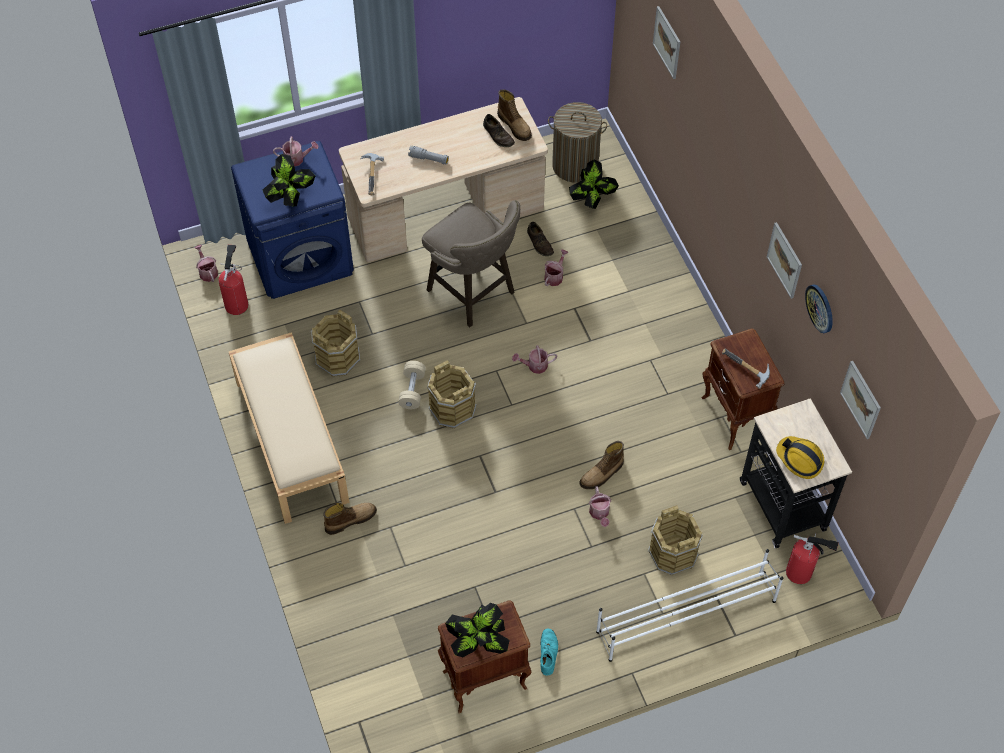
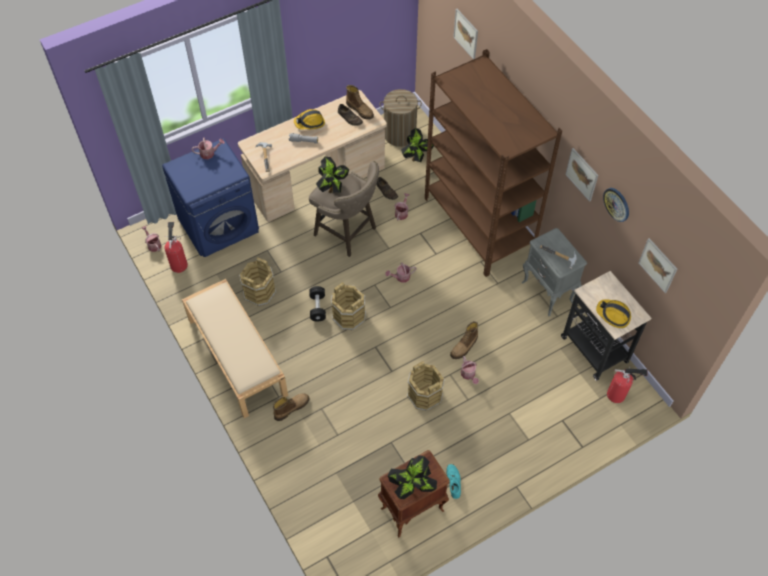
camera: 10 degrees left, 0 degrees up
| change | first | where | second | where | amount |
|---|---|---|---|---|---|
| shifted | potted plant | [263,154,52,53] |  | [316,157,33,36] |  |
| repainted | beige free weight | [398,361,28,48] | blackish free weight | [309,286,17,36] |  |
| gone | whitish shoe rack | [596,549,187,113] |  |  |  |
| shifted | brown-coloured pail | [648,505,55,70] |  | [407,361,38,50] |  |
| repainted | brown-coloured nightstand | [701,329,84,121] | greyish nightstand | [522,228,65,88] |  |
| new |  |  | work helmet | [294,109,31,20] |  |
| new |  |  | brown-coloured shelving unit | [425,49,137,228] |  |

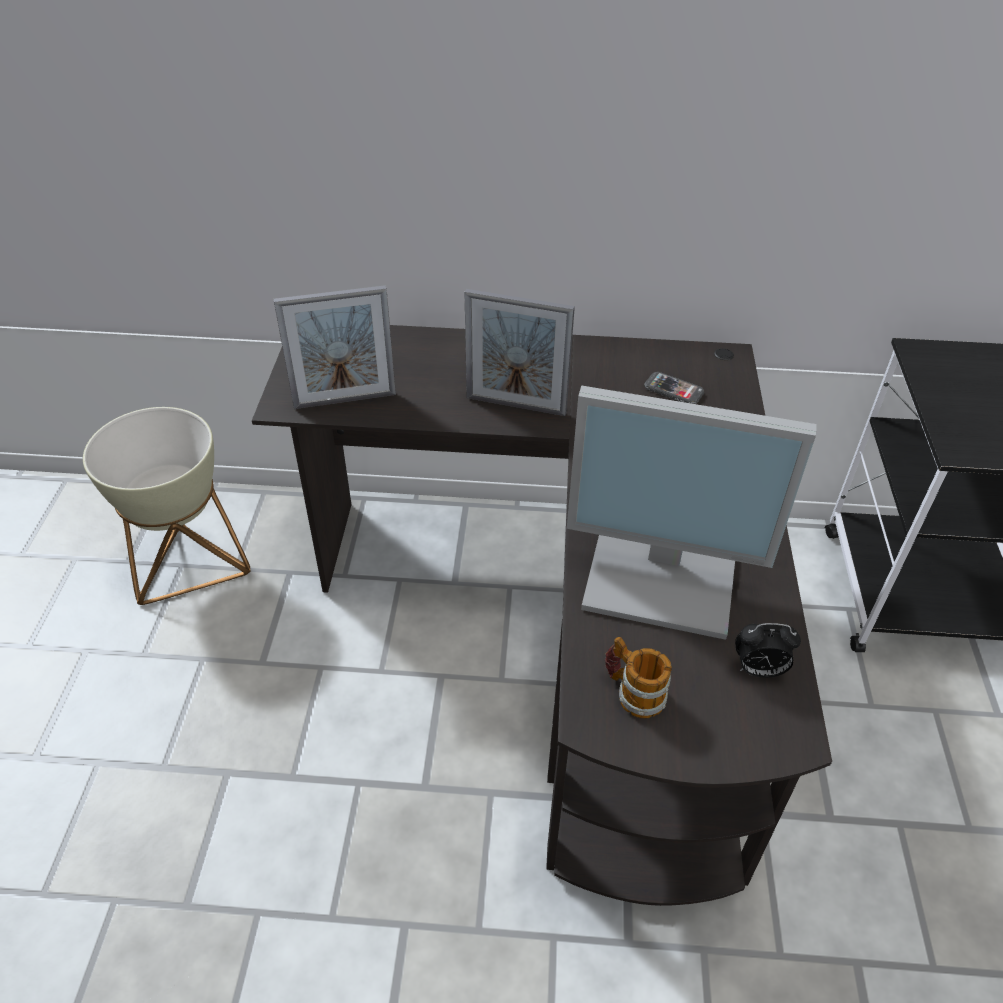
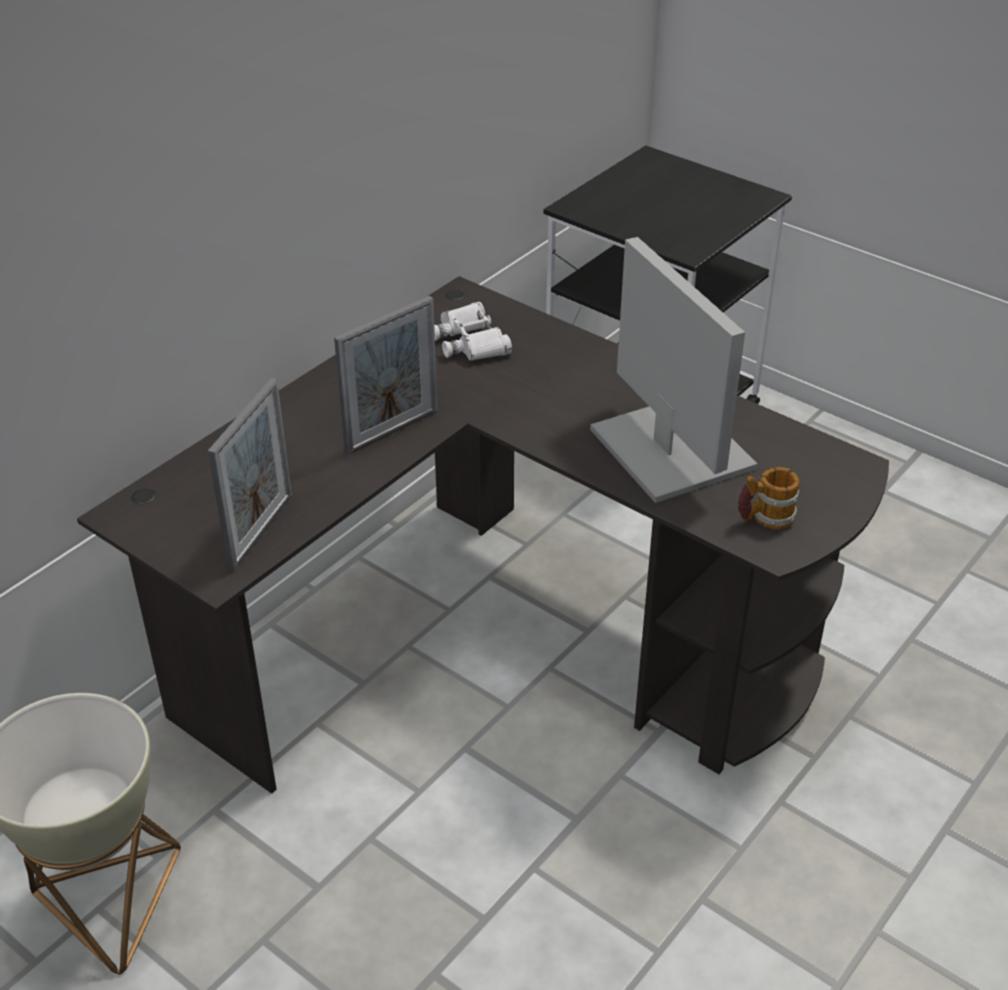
camera: 55 degrees left, 5 degrees down
| change | first | where | second | where | amount |
|---|---|---|---|---|---|
| rotated | computer display | [567,385,250,255] |  | [590,237,167,266] | 75 degrees counterclockwise |
| swapped | handset | [644,372,60,32] | whitish binoculars | [434,302,78,59] |  |
| gone | bedside clock | [735,623,66,55] |  |  |  |

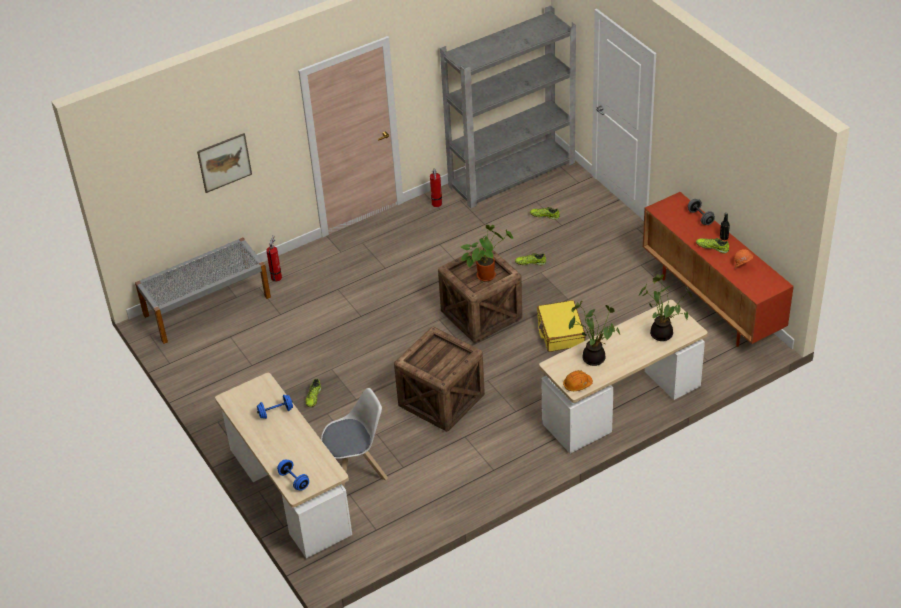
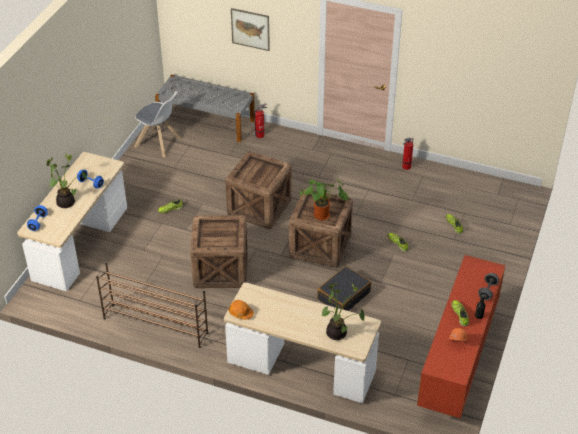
camera: 50 degrees right, 0 degrees up
| change | first | where | second | where | amount |
|---|---|---|---|---|---|
| shifted | chair | [321,388,67,100] |  | [134,91,48,67] |  |
| gone | greyish shelving unit | [440,6,136,202] |  |  |  |
| repainted | yellow suitcase | [537,300,49,52] | blackish suitcase | [317,266,54,45] |  |
| shifted | potted plant | [569,301,51,65] |  | [47,153,40,55] |  |
| new |  |  | brown-coloured shoe rack | [96,263,112,85] |  |
| new |  |  | shipping crate | [225,151,67,78] |  |

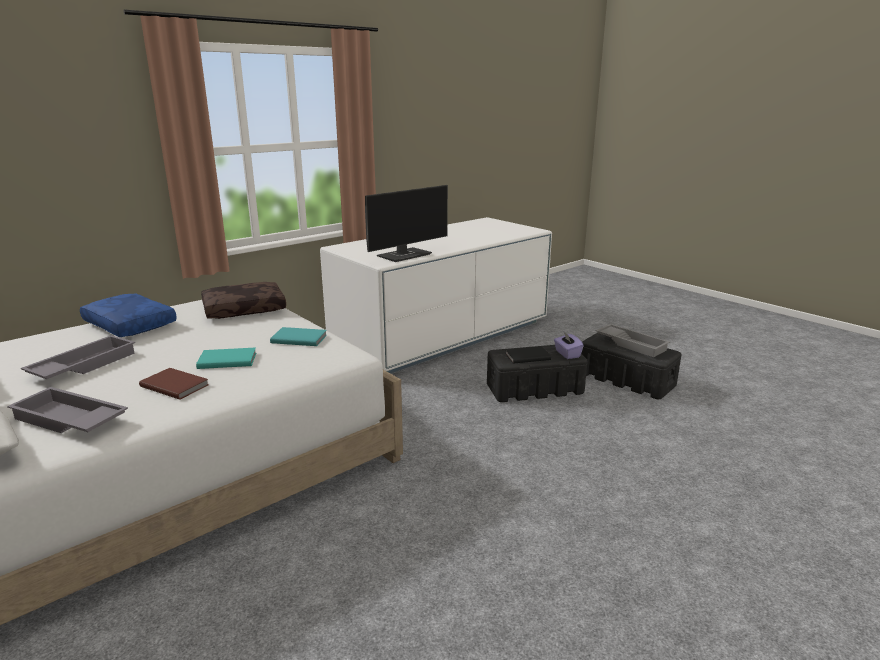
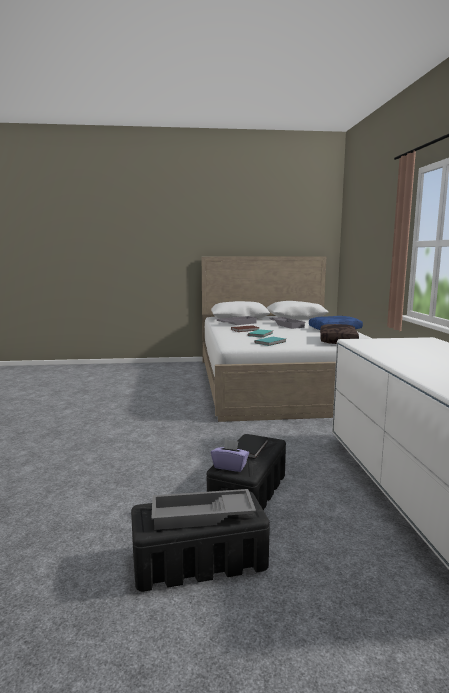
camera: 125 degrees right, 10 degrees down
| change | first | where | second | where | amount |
|---|---|---|---|---|---|
| gone | computer display | [365,185,83,77] |  |  |  |

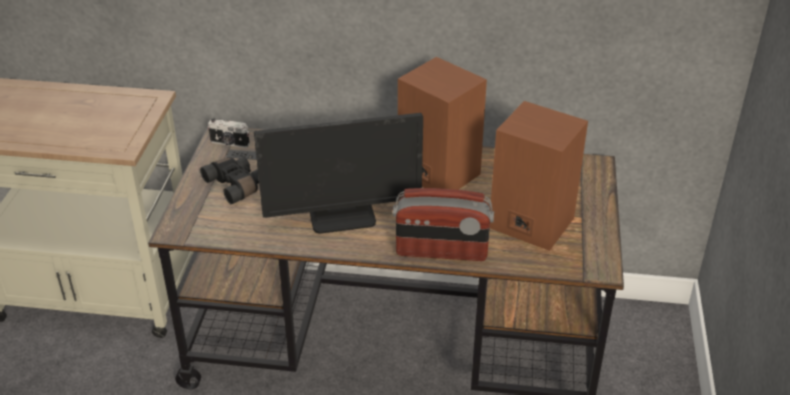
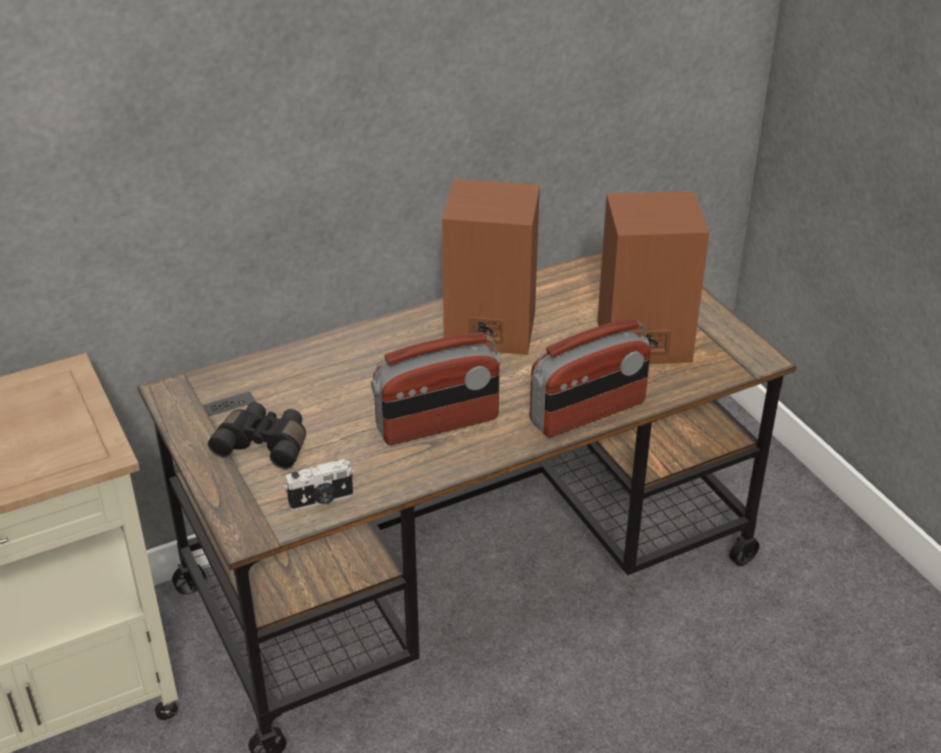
camera: 35 degrees left, 0 degrees up
| change | first | where | second | where | amount |
|---|---|---|---|---|---|
| shifted | still camera | [208,118,42,30] |  | [284,459,70,52] |  |
| swapped | computer display | [254,113,169,121] | radio | [371,332,130,113] |  |

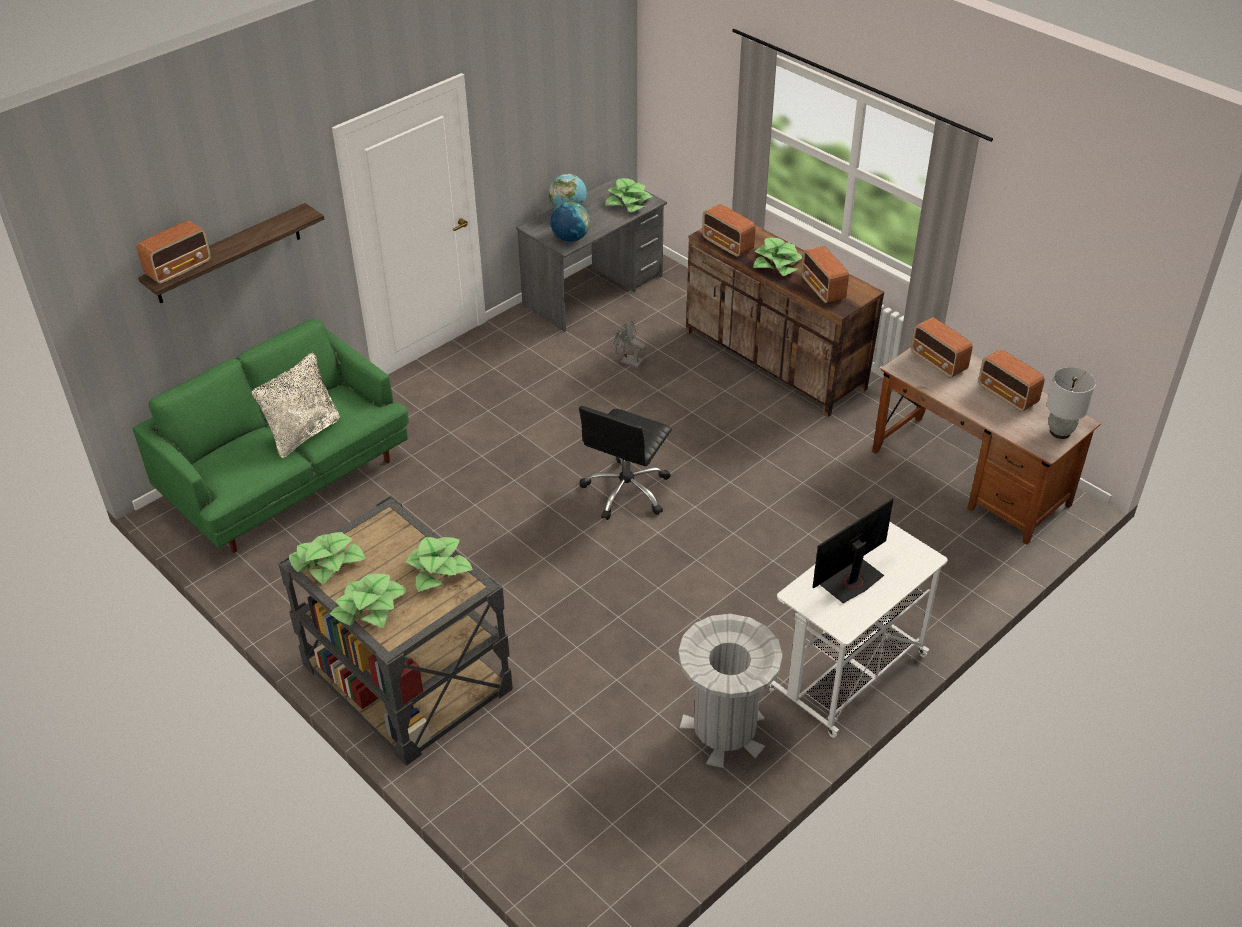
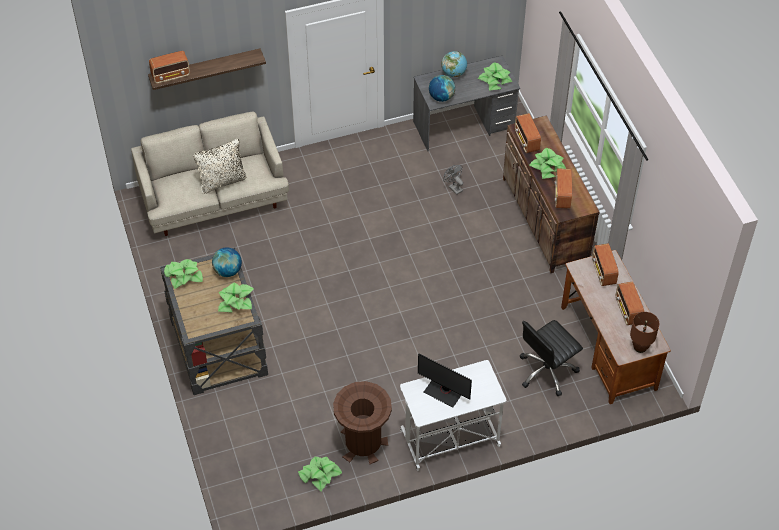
camera: 25 degrees right, 10 degrees up
| change | first | where | second | where | amount |
|---|---|---|---|---|---|
| repainted | green settee | [133,319,276,234] | beige settee | [131,112,158,124] |  |
| shifted | potted plant | [329,574,78,54] |  | [298,457,44,34] |  |
| shifted | blackish office chair | [579,406,93,114] |  | [520,320,63,76] |  |
| repainted | greyish rubbish bin | [678,614,105,154] | brown-coloured rubbish bin | [333,381,59,83] |  |
| rotated | computer display | [812,498,82,105] |  | [418,353,54,54] | 135 degrees counterclockwise |
| repainted | whitish lamp for a table | [1047,367,49,72] | brown-coloured lamp for a table | [630,312,29,41] |  |
| new |  |  | desk globe | [212,248,30,29] |  |

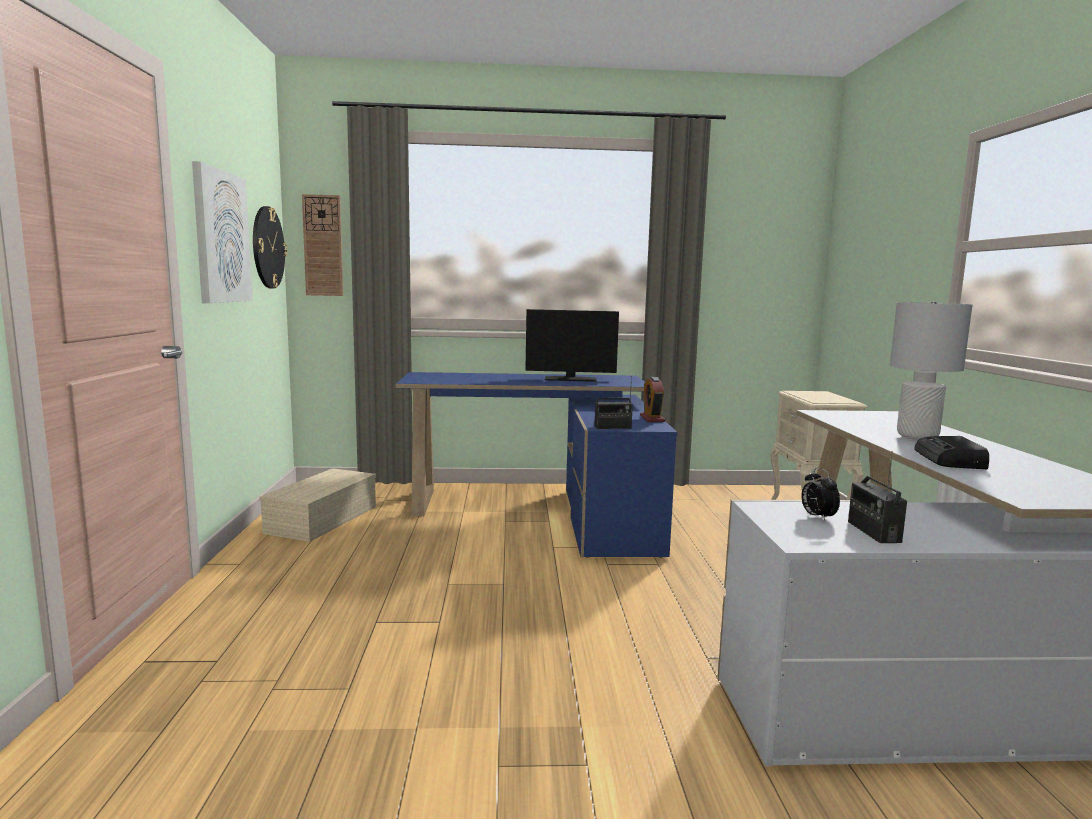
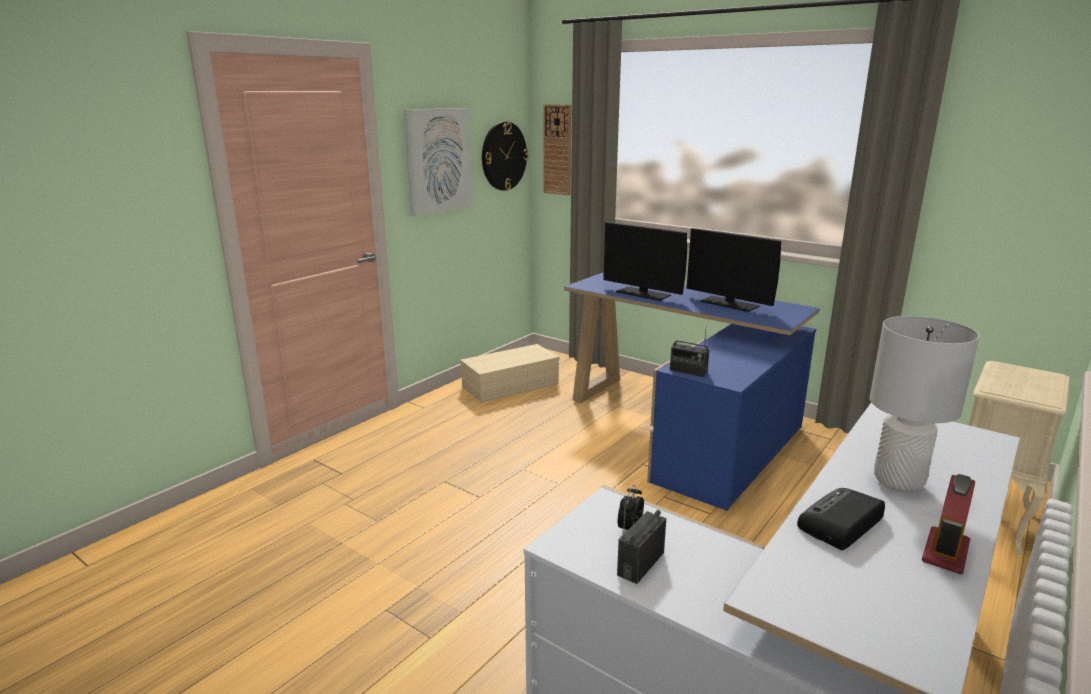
camera: 40 degrees right, 10 degrees up
| change | first | where | second | where | amount |
|---|---|---|---|---|---|
| shifted | bedside clock | [640,377,25,45] |  | [922,474,53,100] |  |
| new |  |  | computer display | [603,222,84,79] |  |

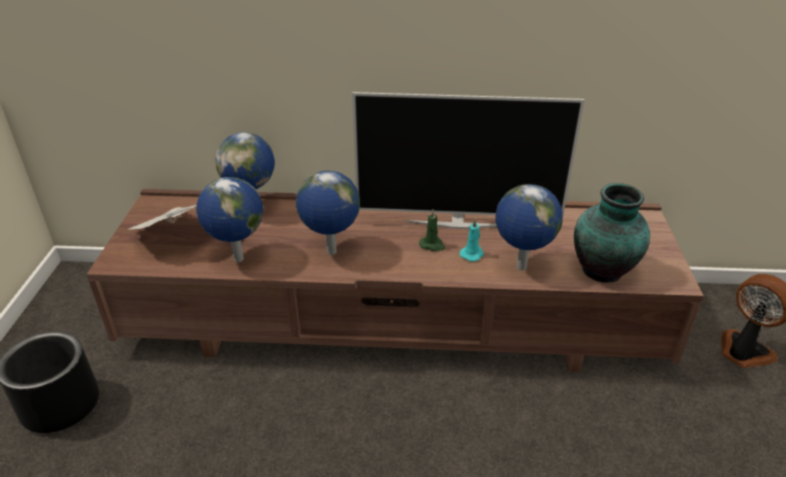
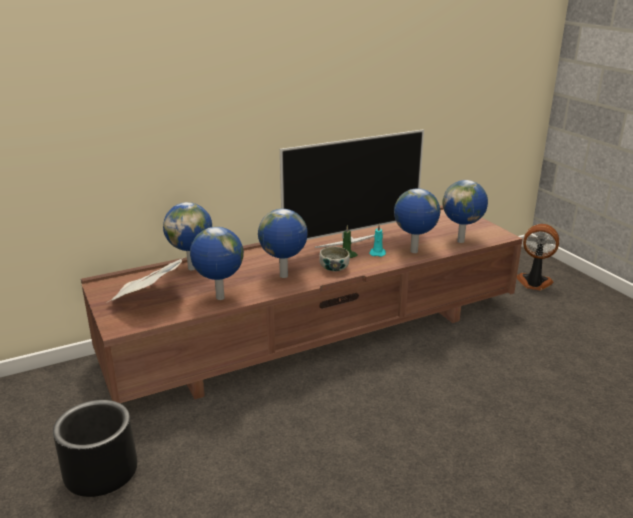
camera: 30 degrees left, 10 degrees down
| change | first | where | second | where | amount |
|---|---|---|---|---|---|
| swapped | decorative vase | [574,183,76,100] | desk globe | [443,180,45,63] |  |
| new |  |  | deep dish | [319,246,31,25] |  |

